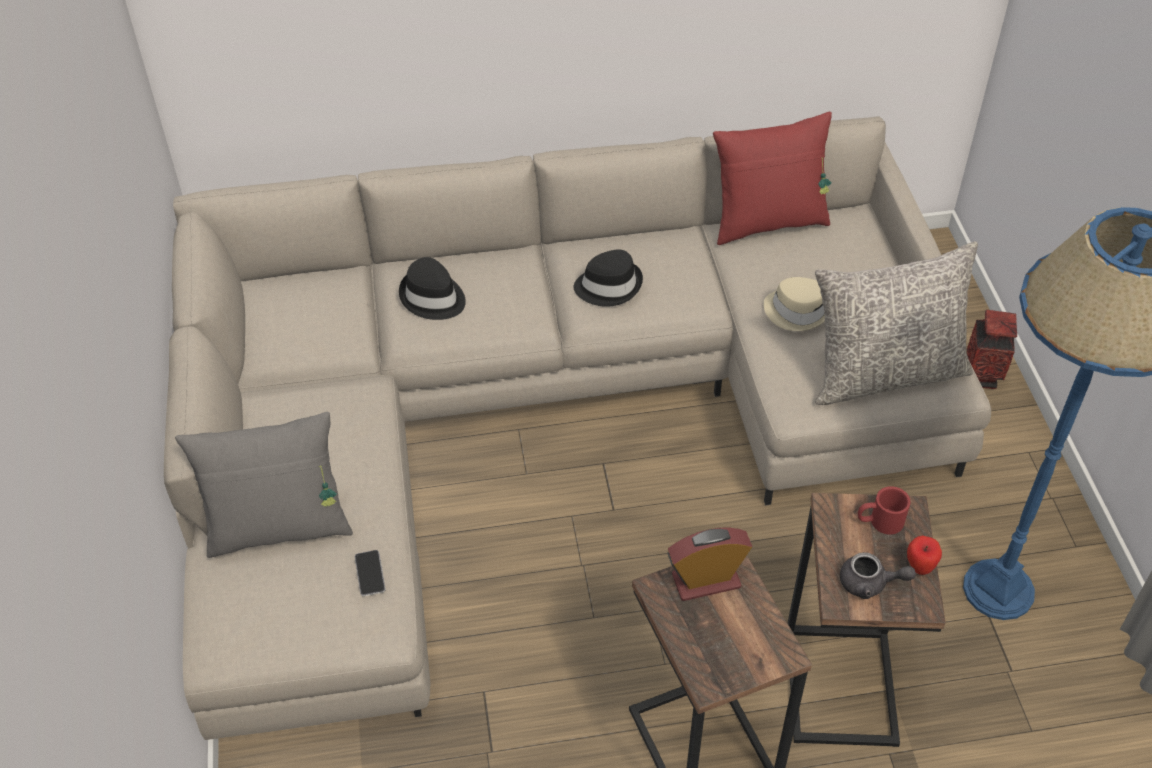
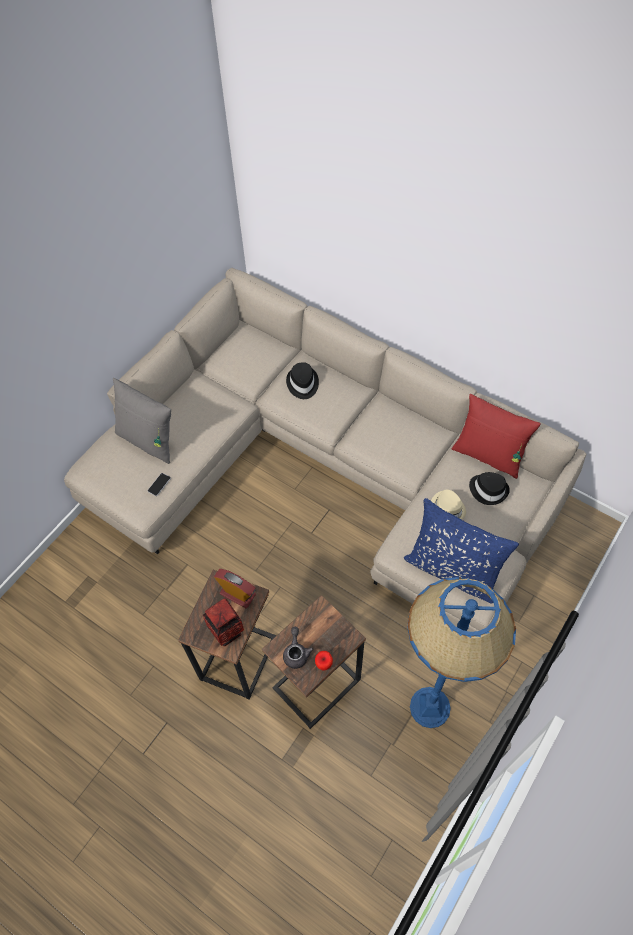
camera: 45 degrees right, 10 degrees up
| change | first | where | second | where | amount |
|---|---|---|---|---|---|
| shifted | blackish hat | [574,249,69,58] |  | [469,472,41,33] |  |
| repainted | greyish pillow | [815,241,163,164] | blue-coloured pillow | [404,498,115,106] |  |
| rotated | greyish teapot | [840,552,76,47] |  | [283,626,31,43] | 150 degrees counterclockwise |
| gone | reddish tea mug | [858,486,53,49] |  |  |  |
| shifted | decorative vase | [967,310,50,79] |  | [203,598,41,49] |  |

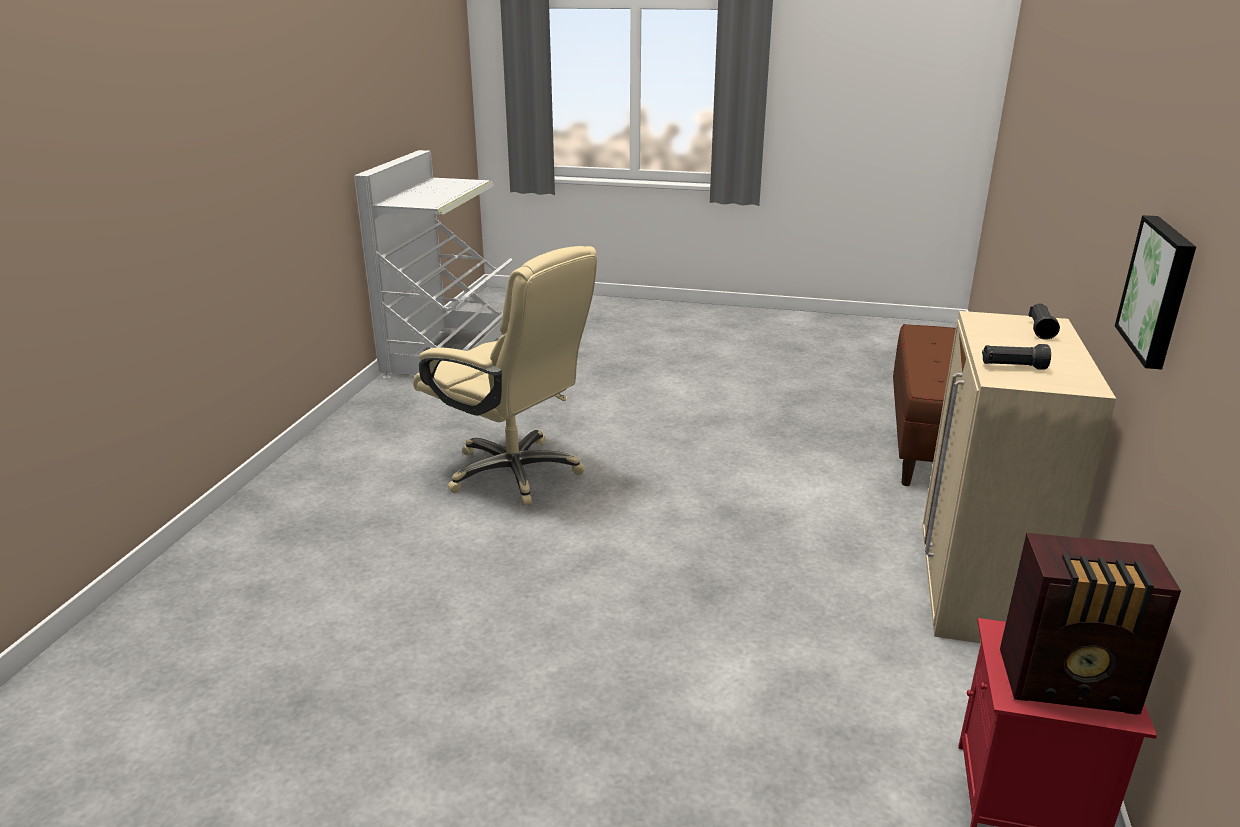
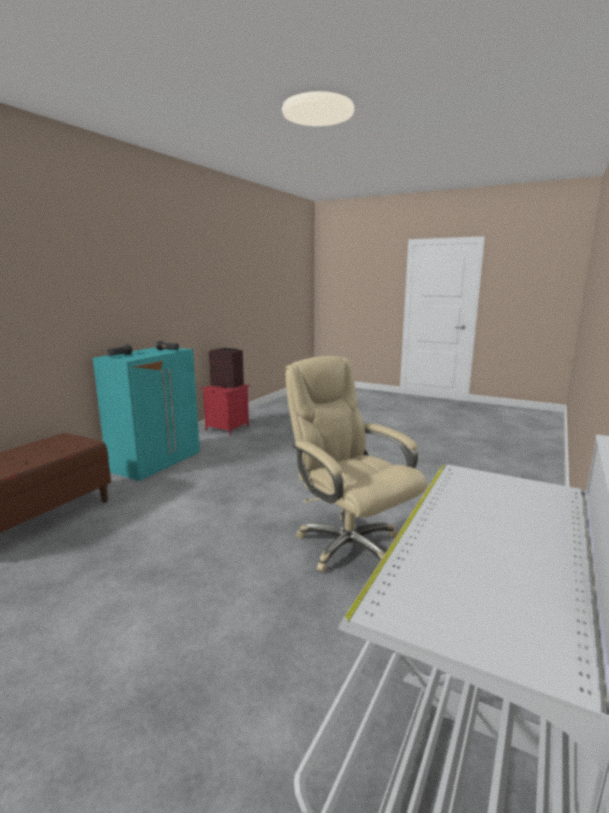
camera: 165 degrees left, 10 degrees down
| change | first | where | second | where | amount |
|---|---|---|---|---|---|
| repainted | beige cupboard | [922,311,194,332] | turquoise cupboard | [93,347,107,134] |  |
| gone | wall picture | [1115,215,81,155] |  |  |  |

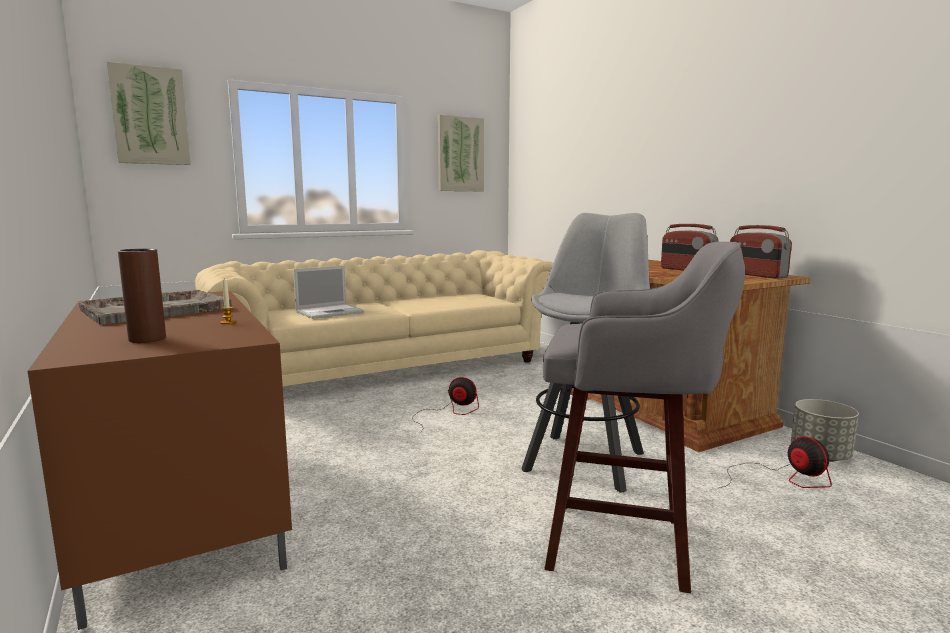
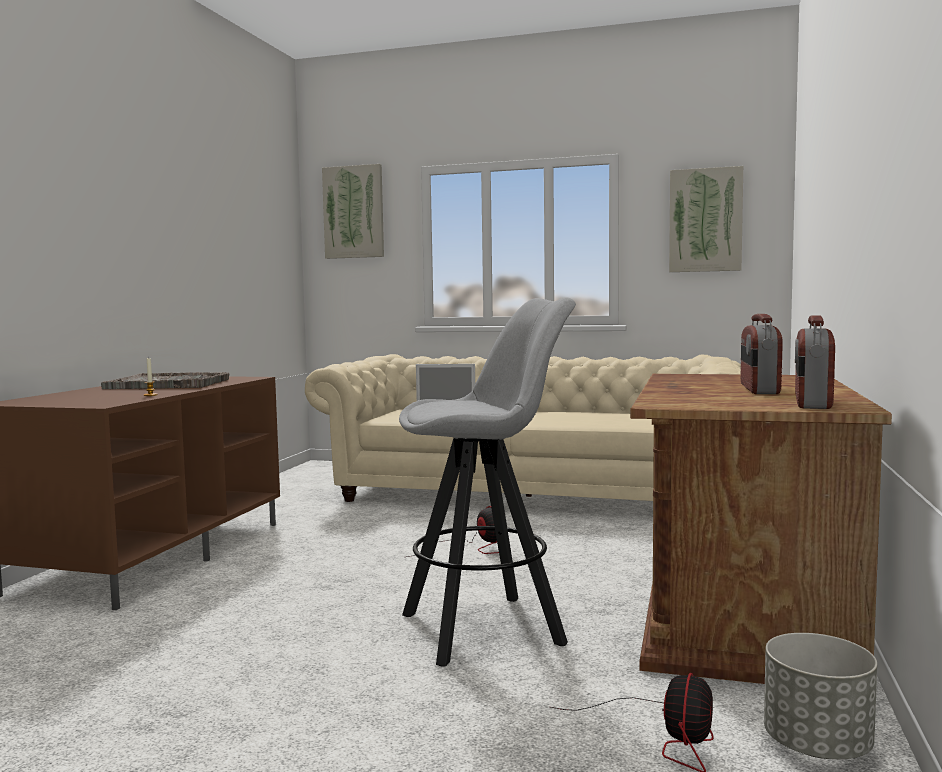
camera: 45 degrees right, 5 degrees down
| change | first | where | second | where | amount |
|---|---|---|---|---|---|
| gone | brown-coloured decorative vase | [118,249,48,94] |  |  |  |
| gone | greyish stool | [543,242,202,351] |  |  |  |

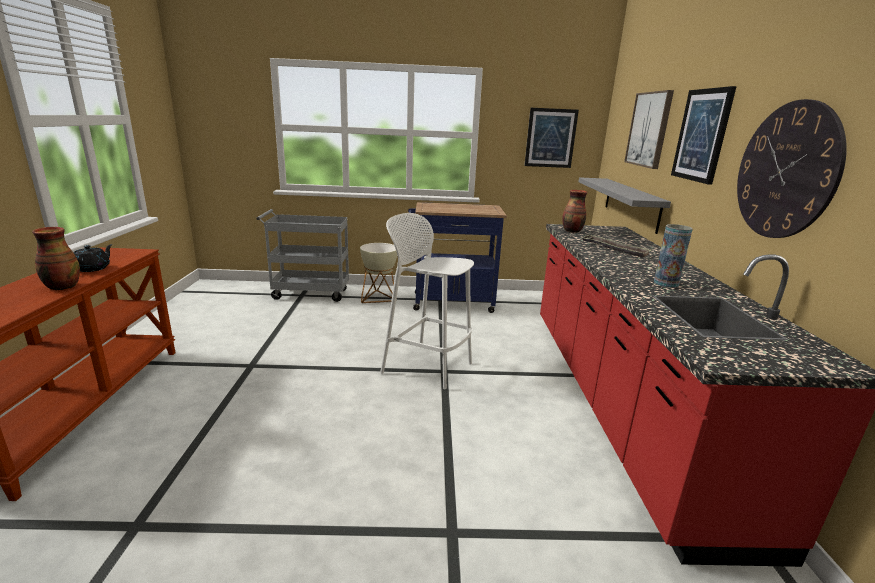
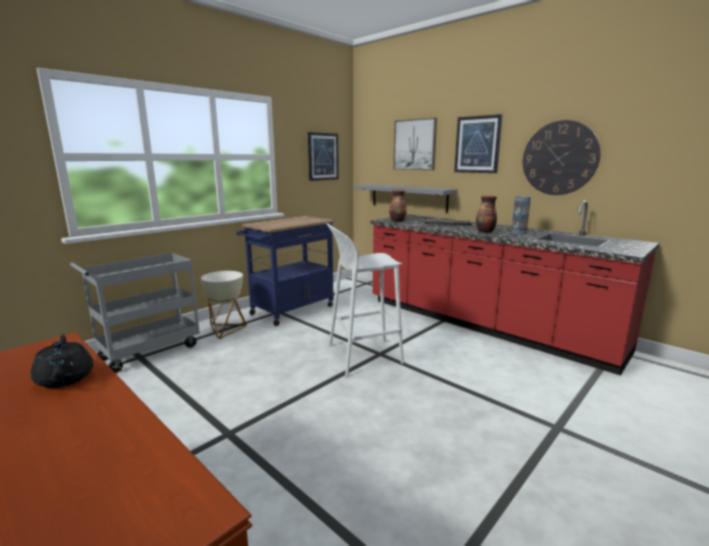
camera: 45 degrees left, 5 degrees down
| change | first | where | second | where | amount |
|---|---|---|---|---|---|
| shifted | decorative vase | [32,227,48,63] |  | [476,196,21,37] |  |

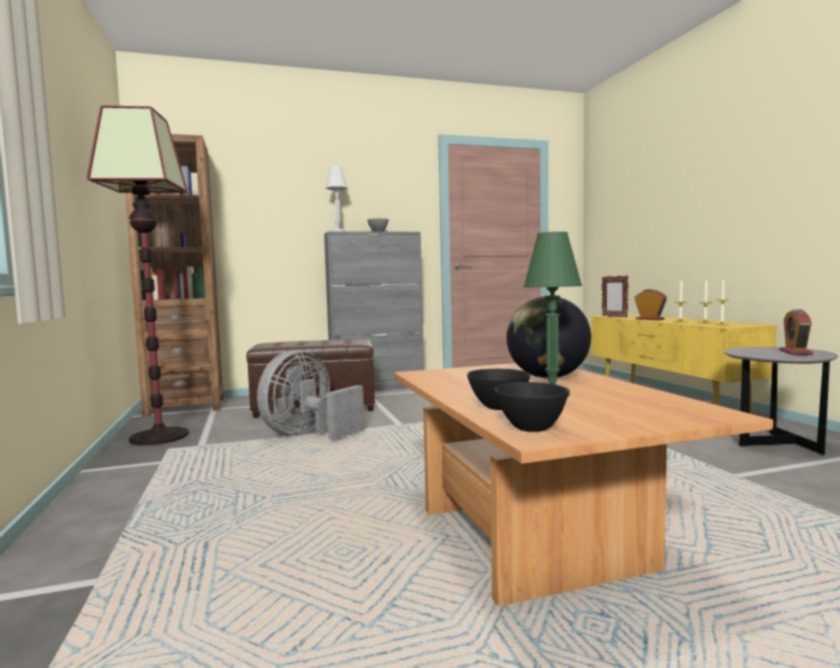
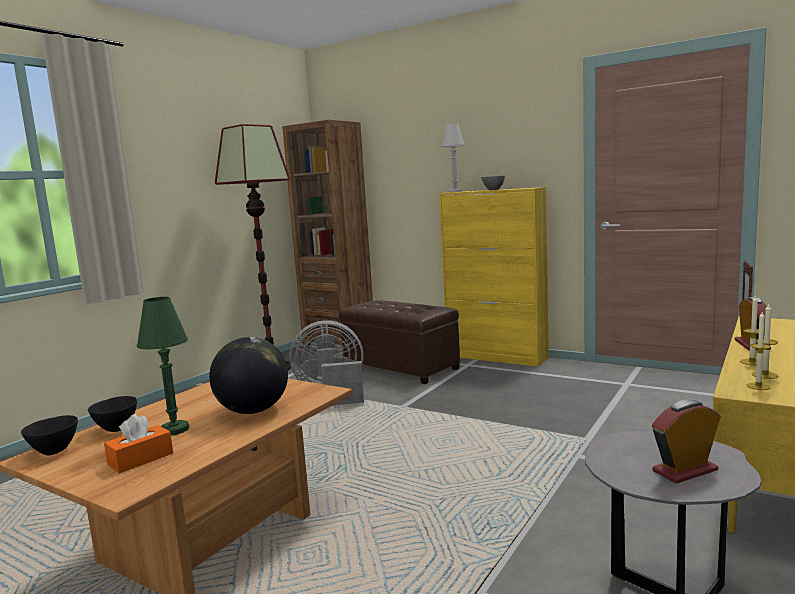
camera: 50 degrees right, 5 degrees up
| change | first | where | second | where | amount |
|---|---|---|---|---|---|
| repainted | greyish cupboard | [324,231,100,160] | yellow cupboard | [439,187,110,180] |  |
| new |  |  | orange tissue box | [104,414,69,59] |  |

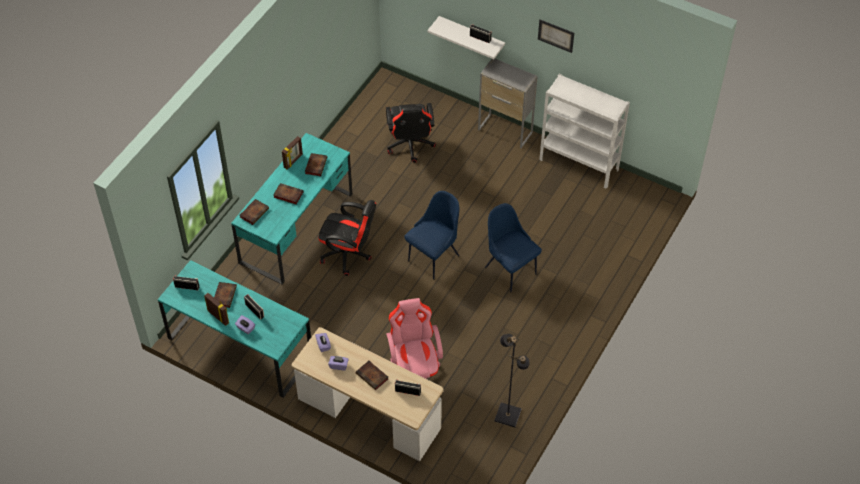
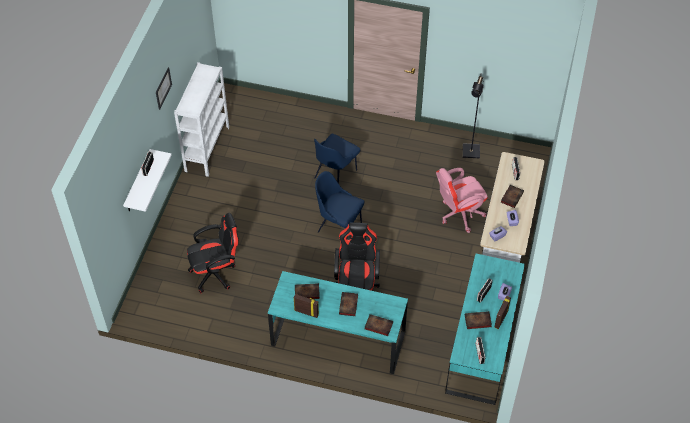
camera: 105 degrees left, 0 degrees up
| change | first | where | second | where | amount |
|---|---|---|---|---|---|
| gone | greyish cupboard | [478,59,60,89] |  |  |  |

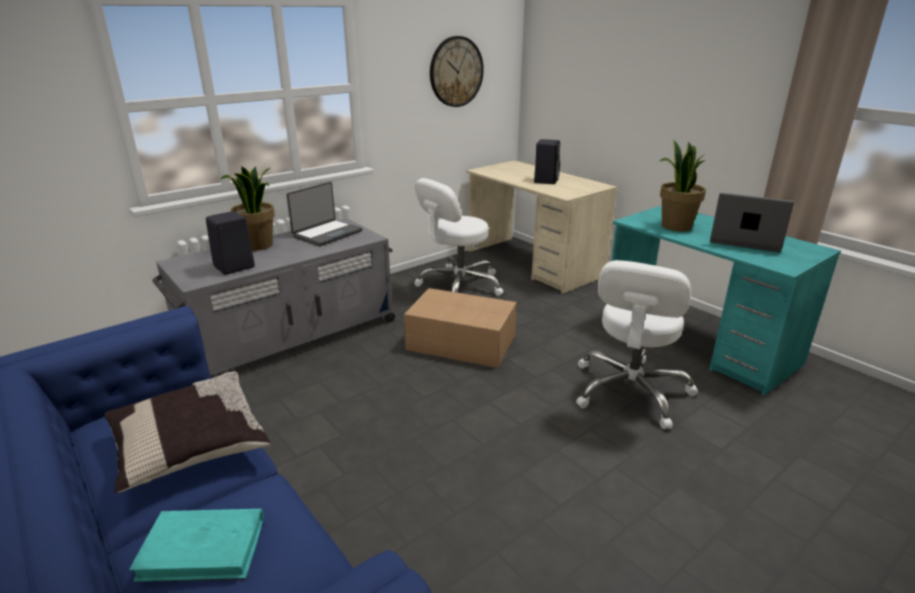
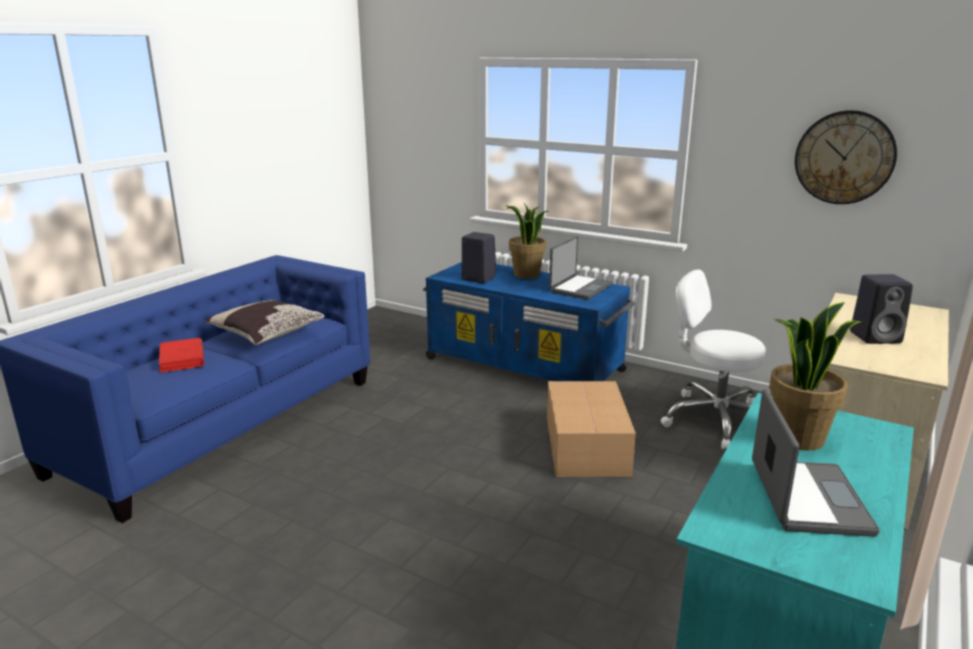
camera: 70 degrees right, 5 degrees down
| change | first | where | second | where | amount |
|---|---|---|---|---|---|
| repainted | turquoise bound book | [129,509,135,73] | reddish bound book | [159,338,45,35] |  |
| repainted | greyish cupboard | [153,218,242,159] | blue-coloured cupboard | [423,262,212,119] |  |
| rotated | portable computer | [286,182,76,64] |  | [549,236,63,64] | 75 degrees counterclockwise |
| gone | whitish office chair | [576,260,122,169] |  |  |  |

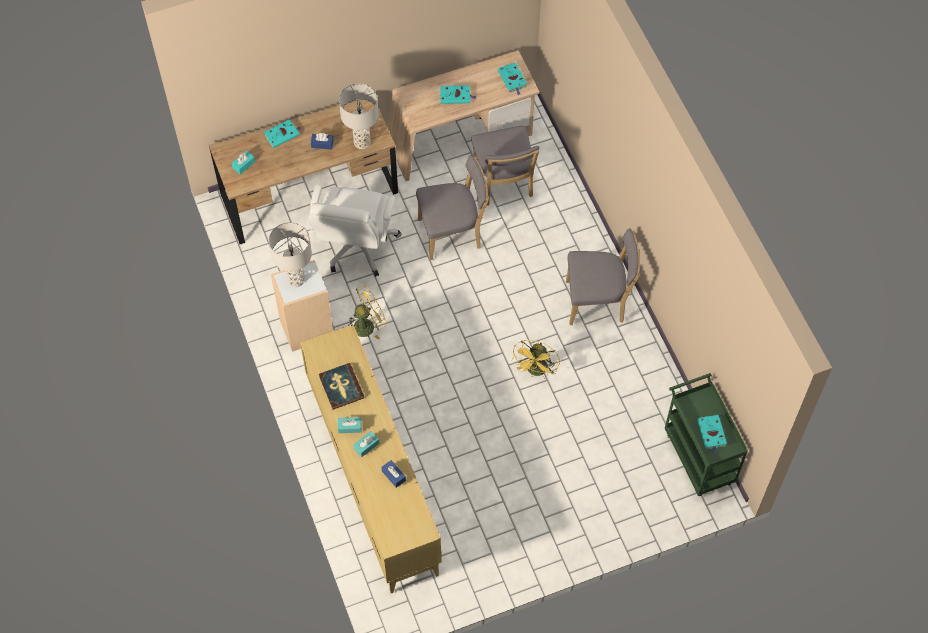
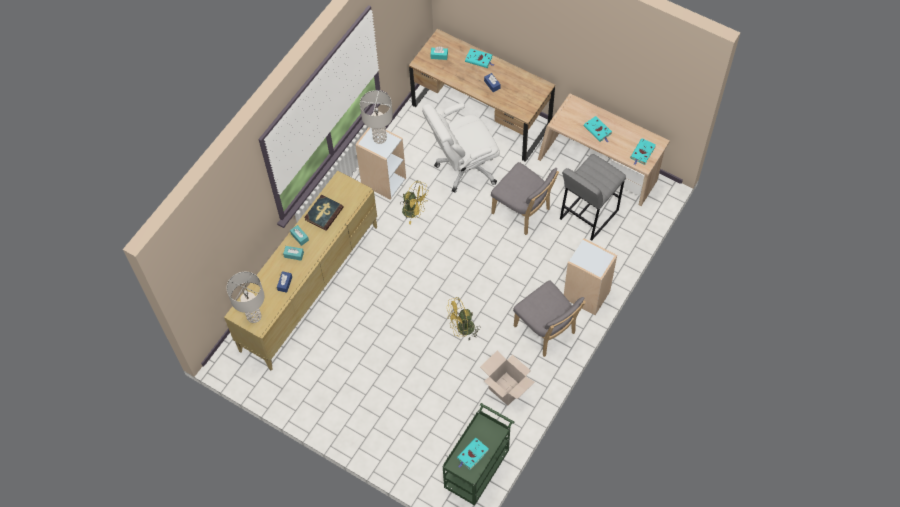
camera: 55 degrees right, 0 degrees up
| change | first | where | second | where | amount |
|---|---|---|---|---|---|
| shifted | whitish lamp for a table | [339,83,40,66] |  | [227,272,37,51] |  |
| swapped | greyish chair | [471,126,68,80] | greyish stool | [560,154,66,87] |  |
| new |  |  | carton | [480,350,54,55] |  |
| new |  |  | shelving unit | [564,238,53,77] |  |

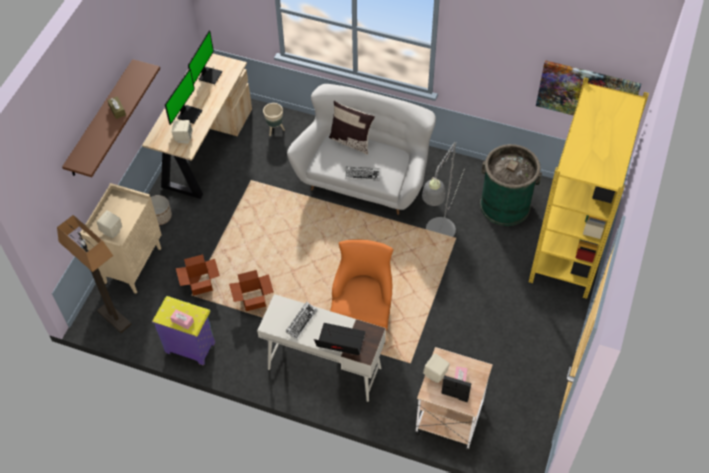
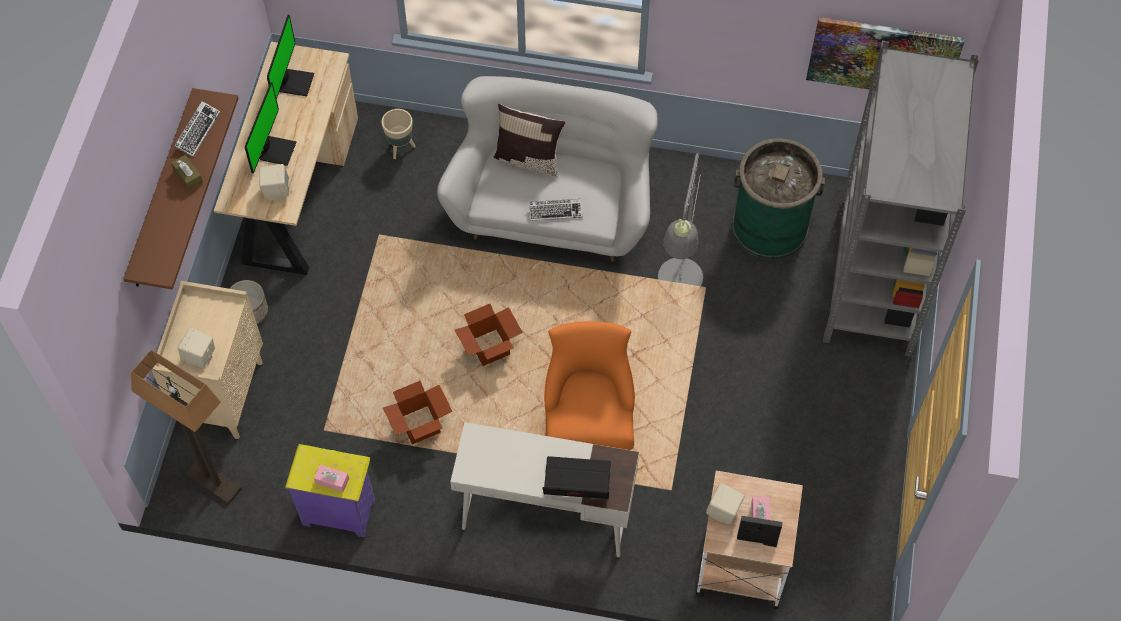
camera: 10 degrees left, 5 degrees up
| change | first | where | second | where | amount |
|---|---|---|---|---|---|
| shifted | carton | [176,254,44,42] |  | [455,304,68,62] |  |
| shifted | keyboard | [285,302,33,38] |  | [174,101,46,56] |  |
| repainted | yellow shelving unit | [529,78,120,221] | greyish shelving unit | [823,41,156,315] |  |

